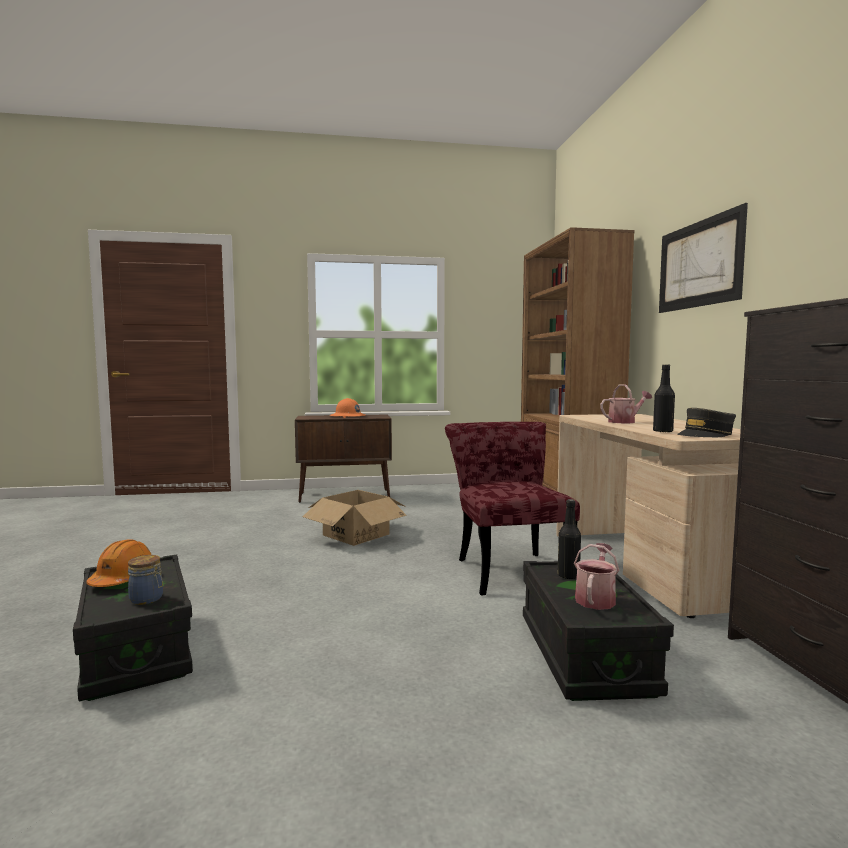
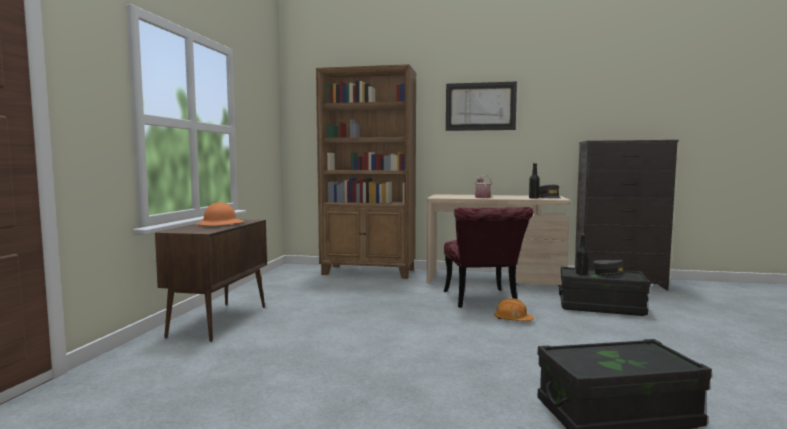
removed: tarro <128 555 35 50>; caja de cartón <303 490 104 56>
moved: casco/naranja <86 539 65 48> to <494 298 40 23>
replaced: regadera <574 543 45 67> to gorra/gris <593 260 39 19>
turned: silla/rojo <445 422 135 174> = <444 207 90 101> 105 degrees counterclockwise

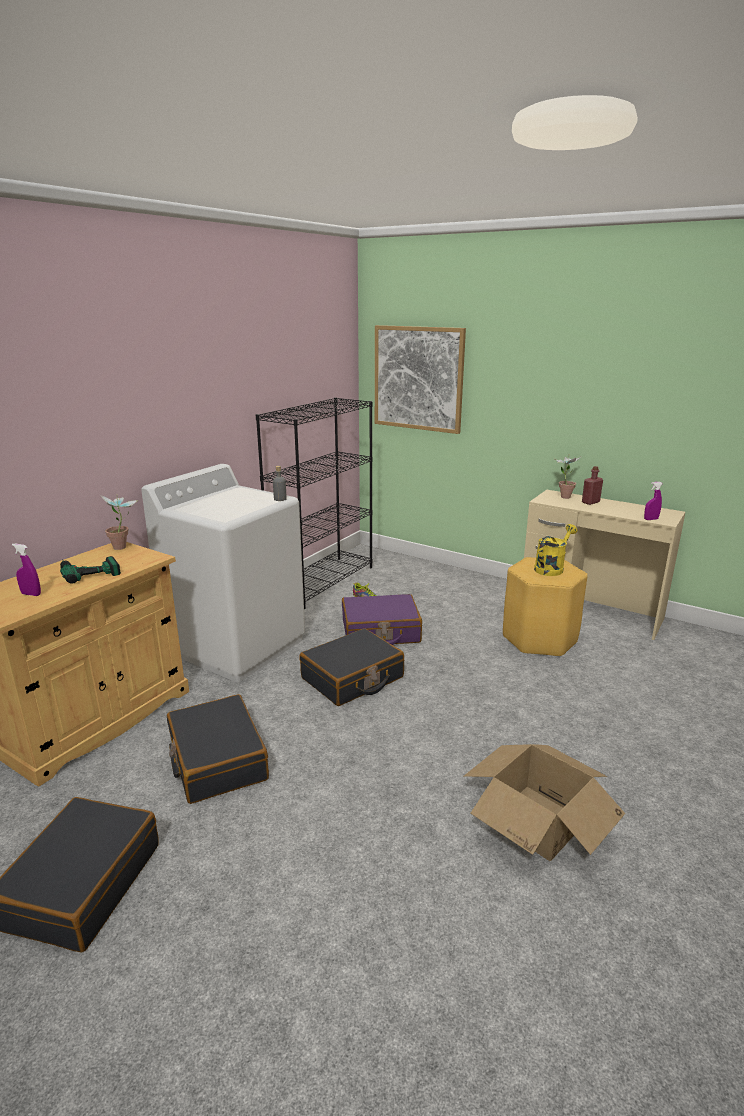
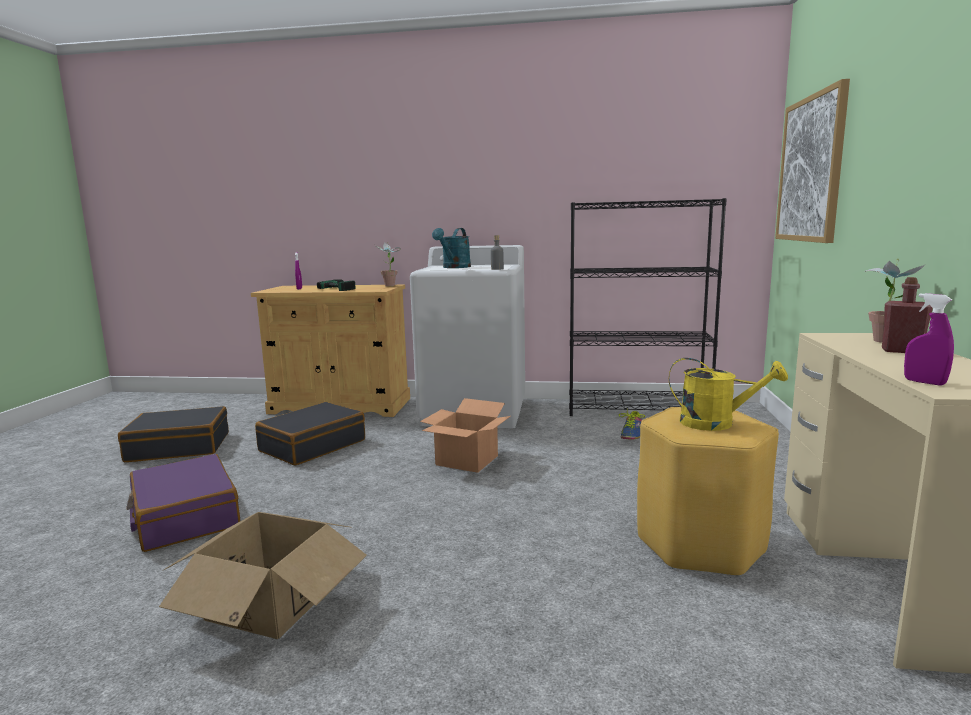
added: regadera/turquesa <432 228 39 40>
moved: maleta/morado <342 594 80 51> to <127 454 113 98>
replaced: maleta/negro <300 628 104 78> to caja de cartón <420 398 91 75>

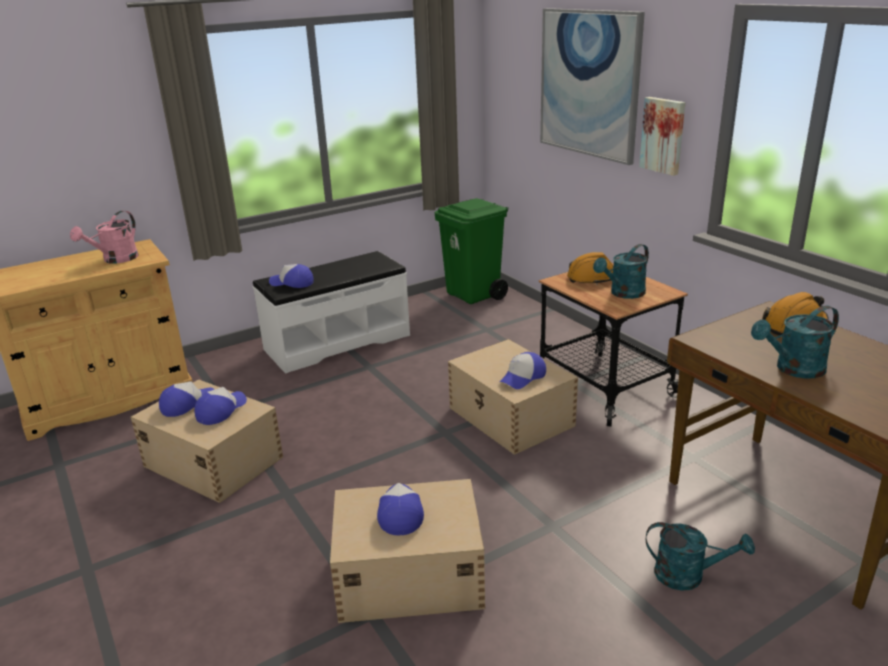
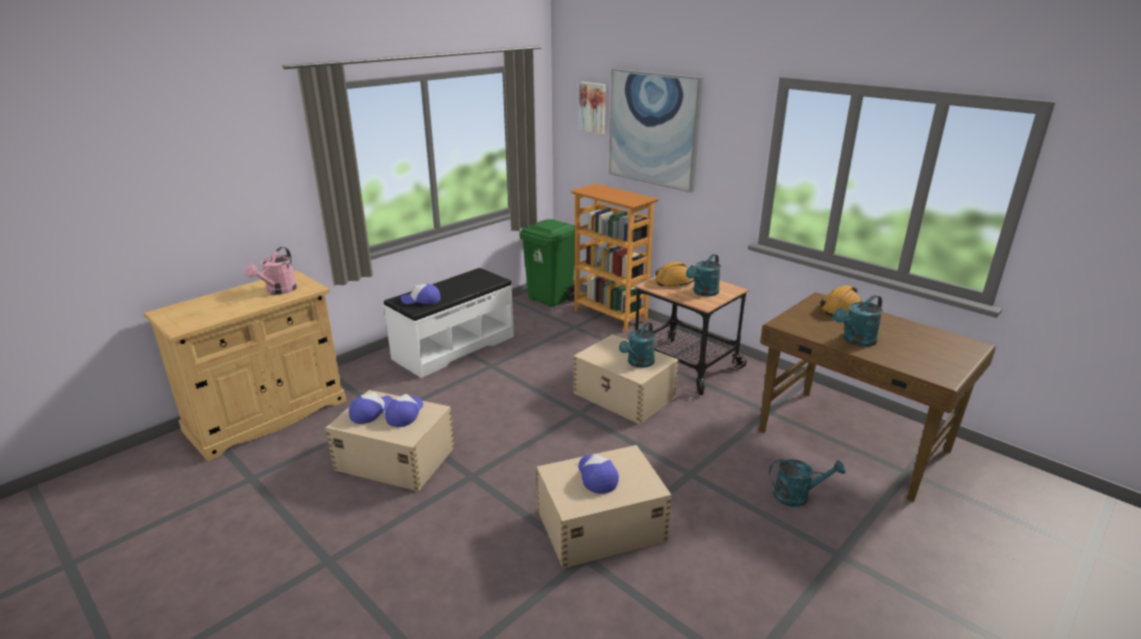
added: estantería <570 184 89 148>
moved: cuadro <639 97 46 79> to <579 82 27 52>
replaced: gorra <499 352 47 37> to regadera/turquesa <619 322 36 46>

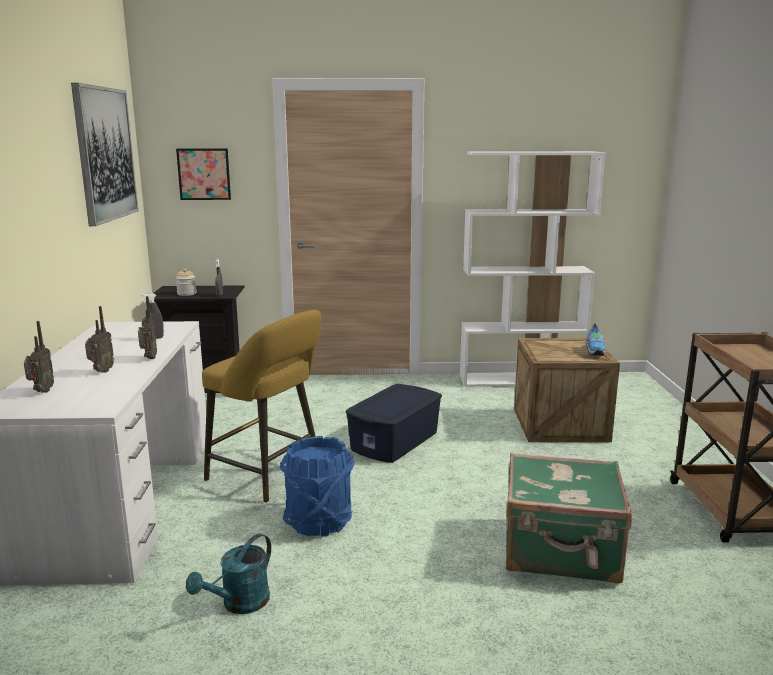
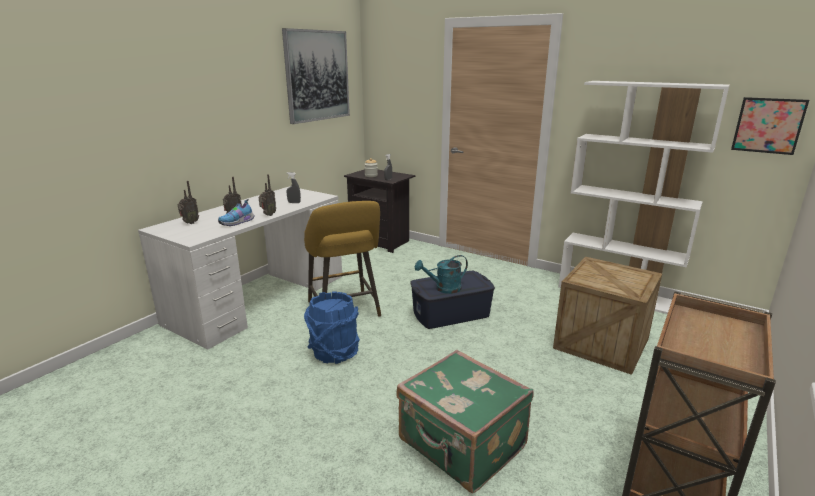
moved: cuadro <176 149 55 51> to <731 97 78 58>; regadera/turquesa <186 533 85 81> to <415 255 53 39>; zapato <586 324 19 32> to <218 199 37 27>

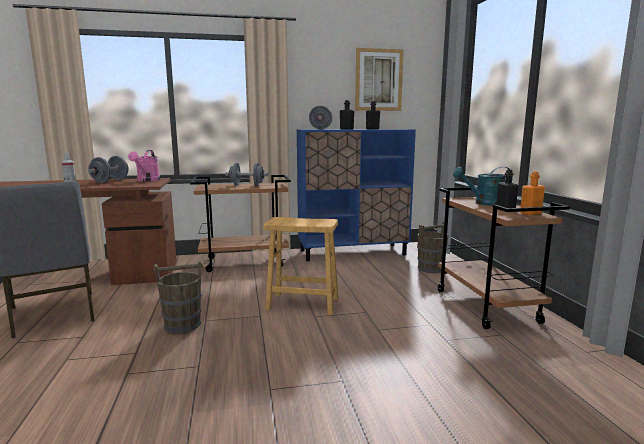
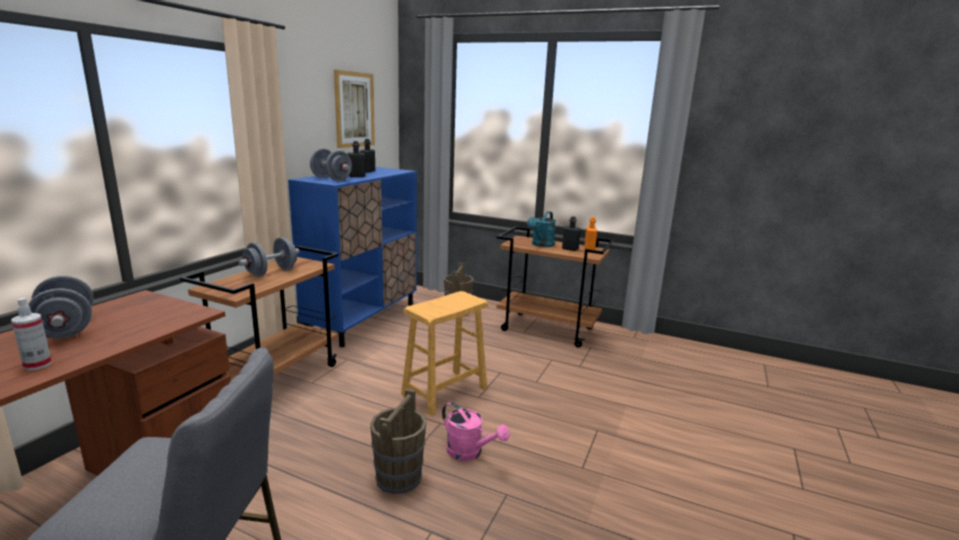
moved: regadera/rosa <128 150 32 32> to <442 402 68 59>

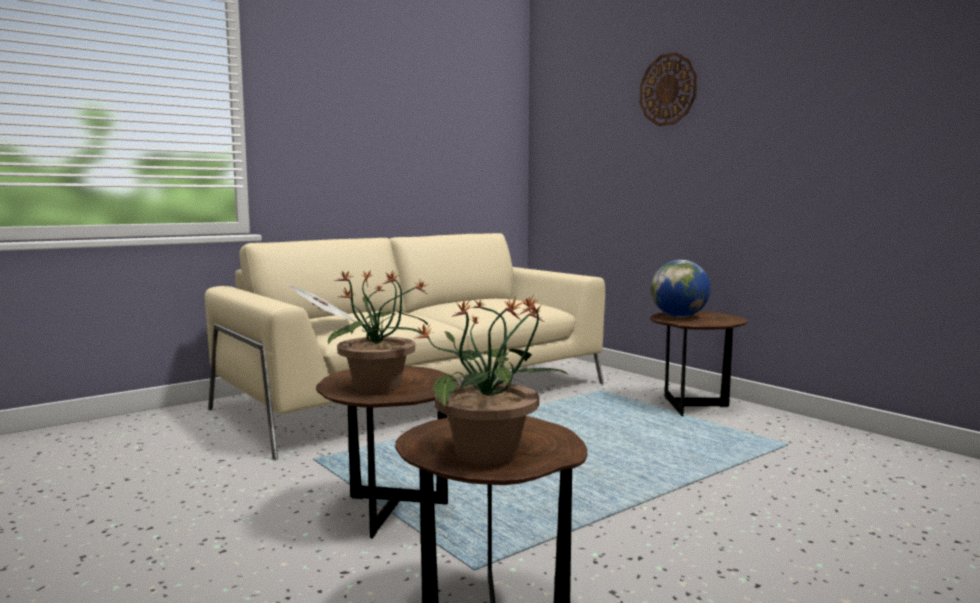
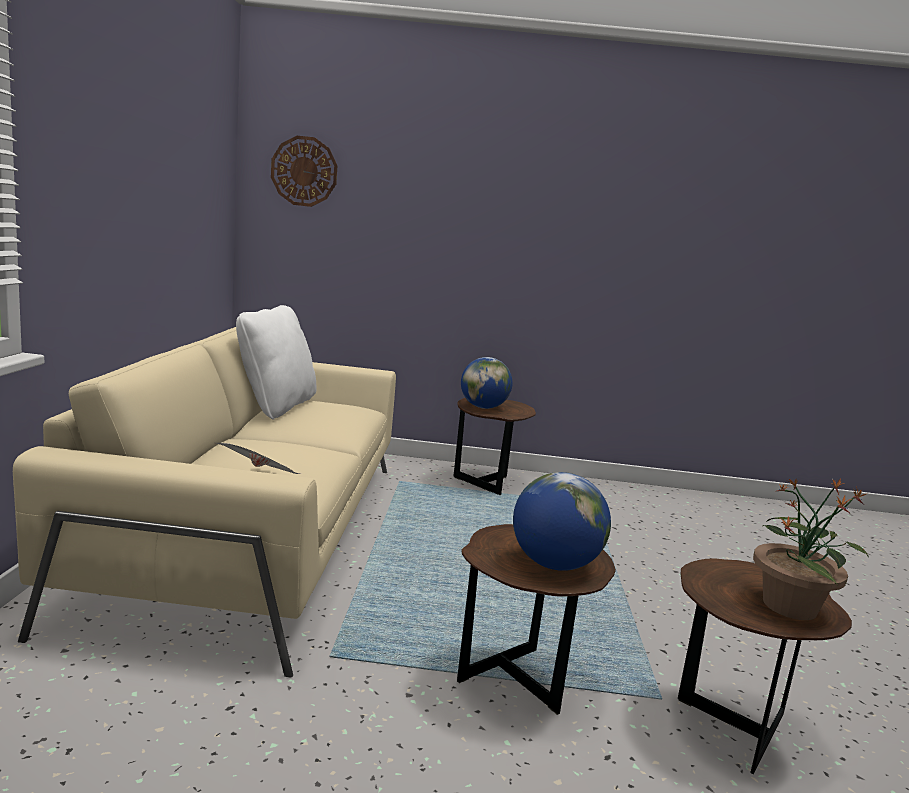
added: cojín/blanco <236 305 80 115>
moved: reloj de pared <639 52 58 74> to <271 136 66 71>
replaced: planta en maceta <328 270 100 123> to globo terráqueo <513 472 98 99>

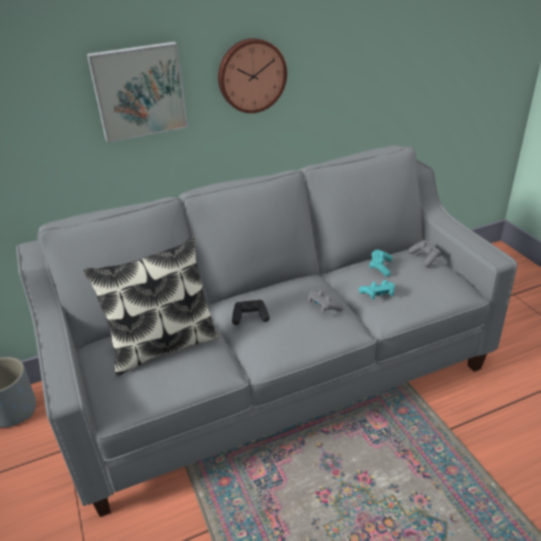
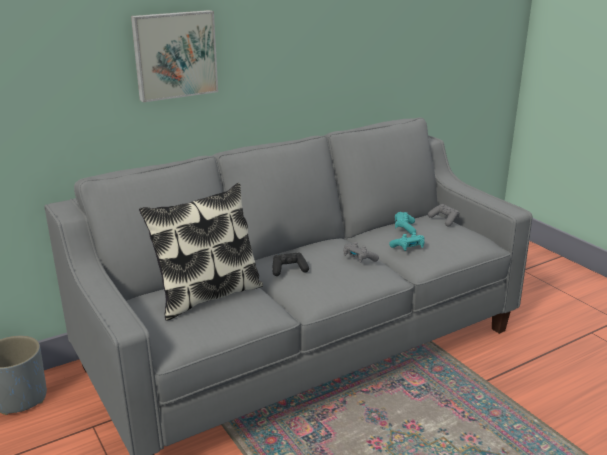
removed: reloj de pared <218 38 69 75>

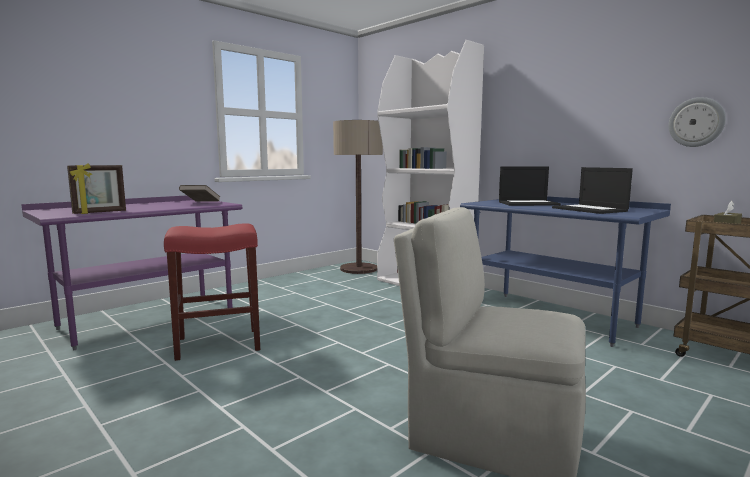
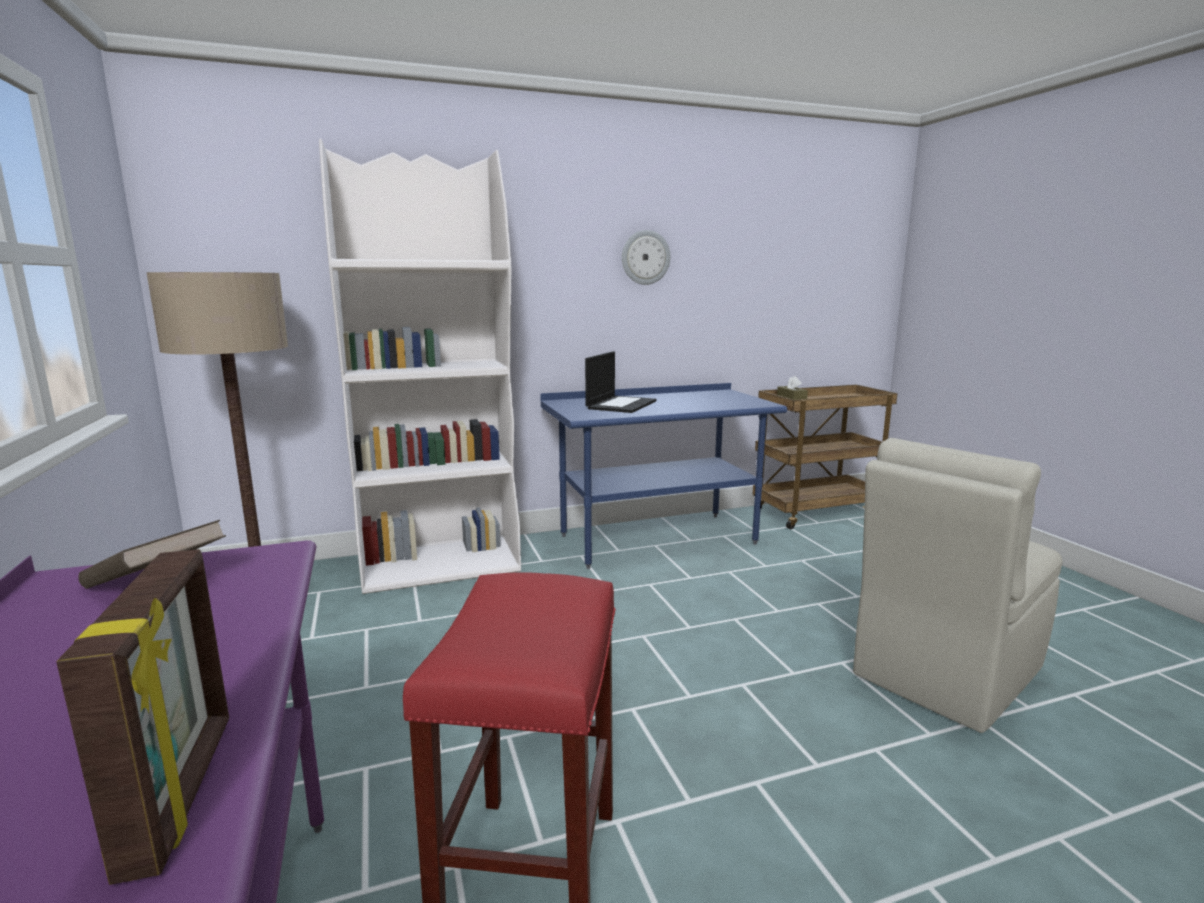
removed: portátil <552 167 81 47>
moved: reloj de pared <668 97 58 50> to <622 230 48 55>

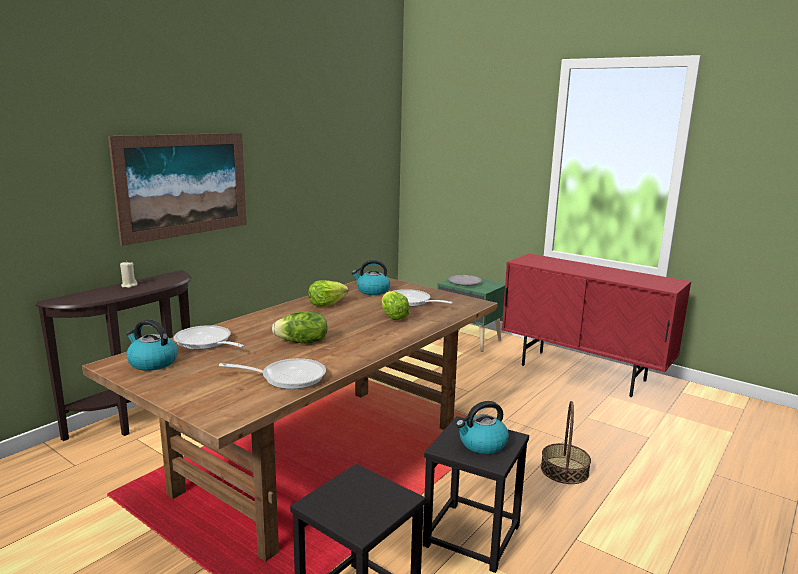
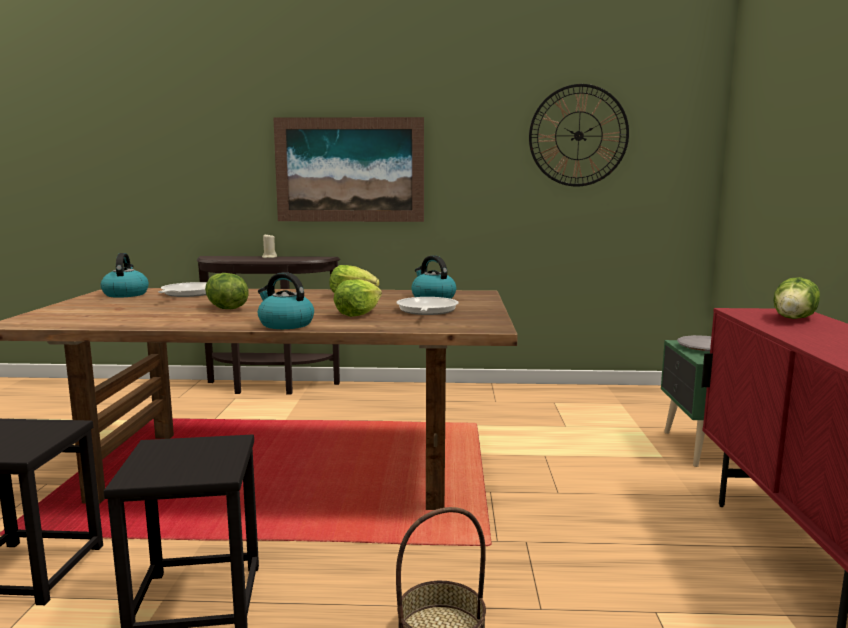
removed: sartén <219 358 107 31>
added: reloj de pared <529 84 100 103>; lechuga <773 277 47 42>
moved: hervidor <456 401 53 53> to <258 272 56 57>

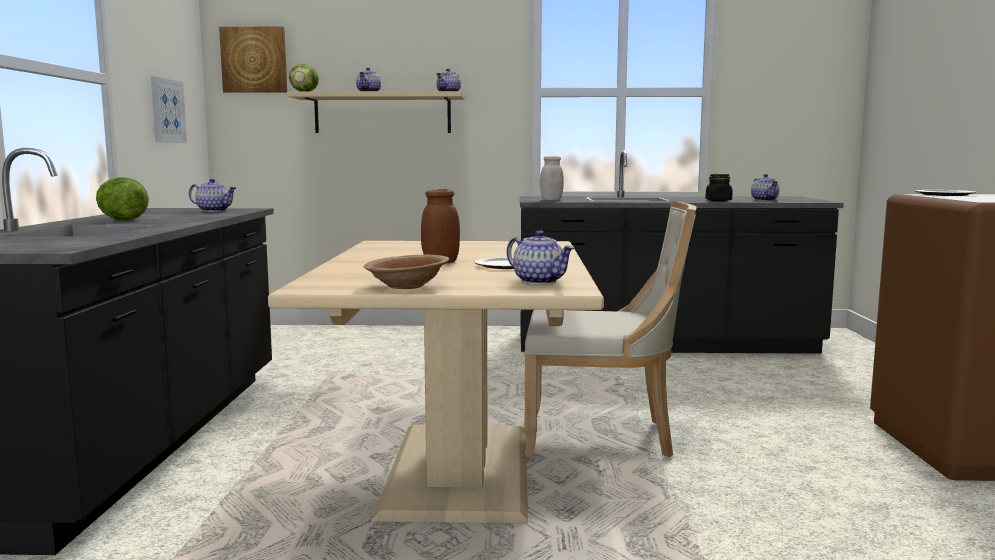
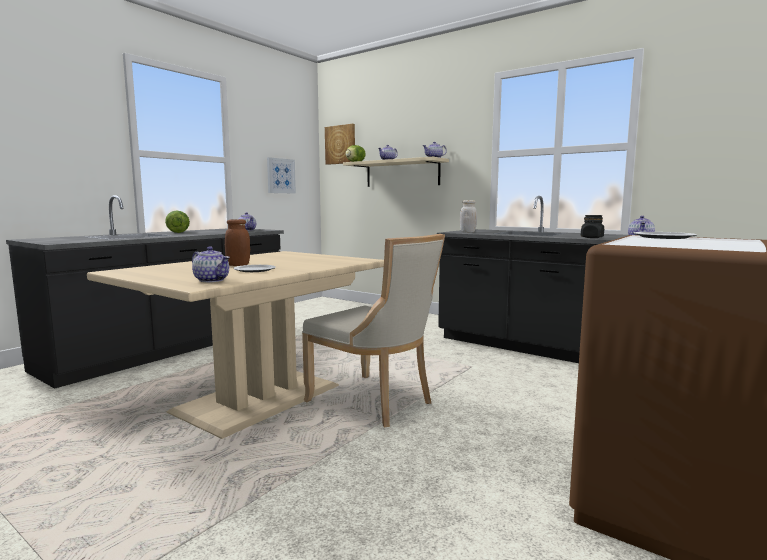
removed: cuenco/marrón <364 255 85 34>
turned: tetera <507 230 67 54> = <192 247 38 35> 45 degrees counterclockwise

